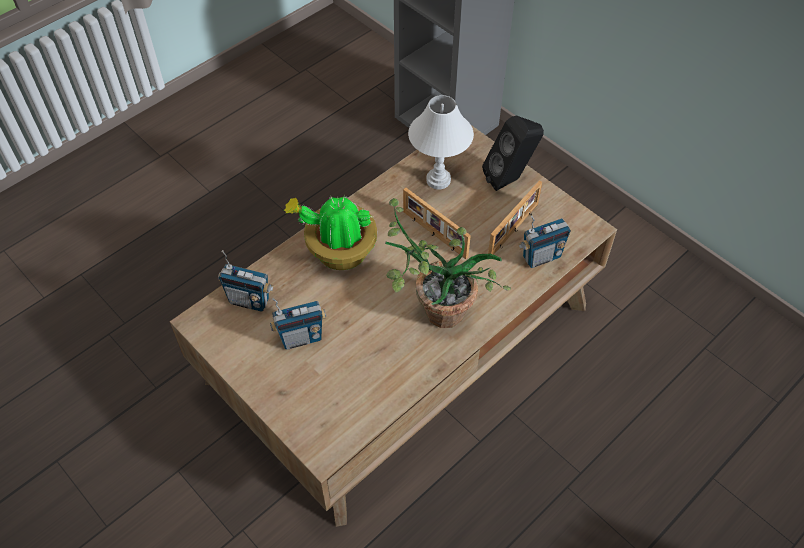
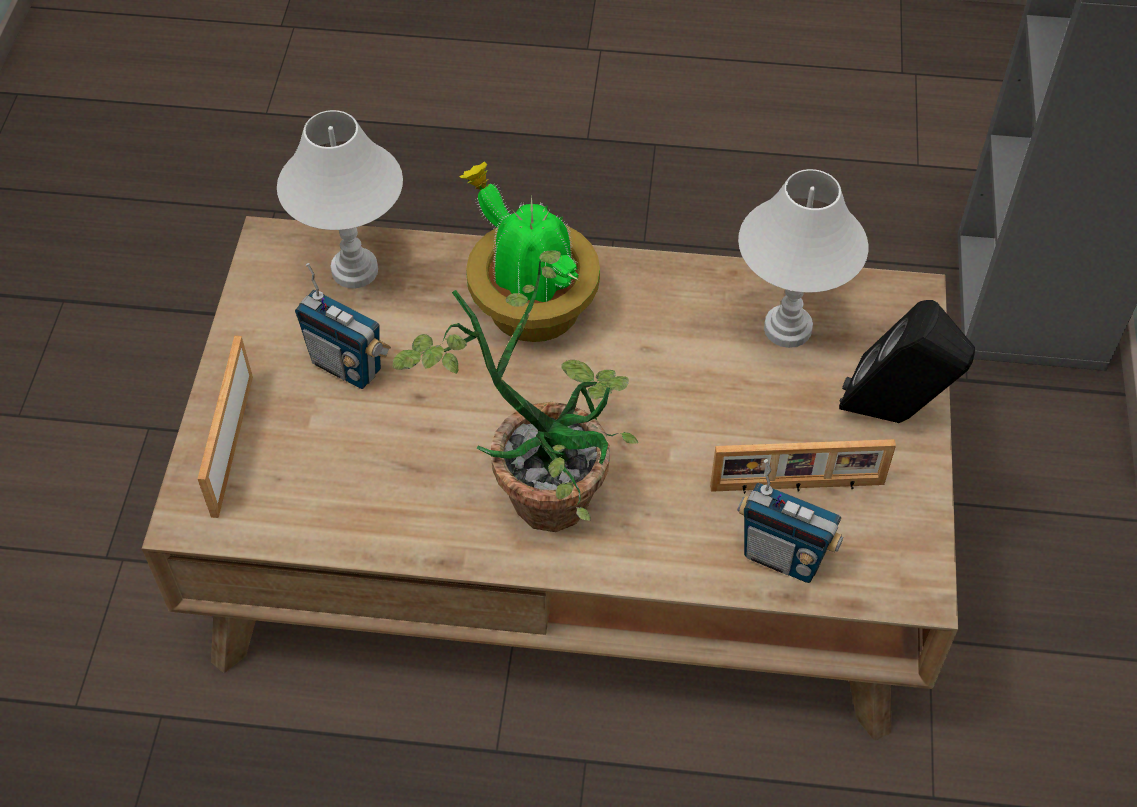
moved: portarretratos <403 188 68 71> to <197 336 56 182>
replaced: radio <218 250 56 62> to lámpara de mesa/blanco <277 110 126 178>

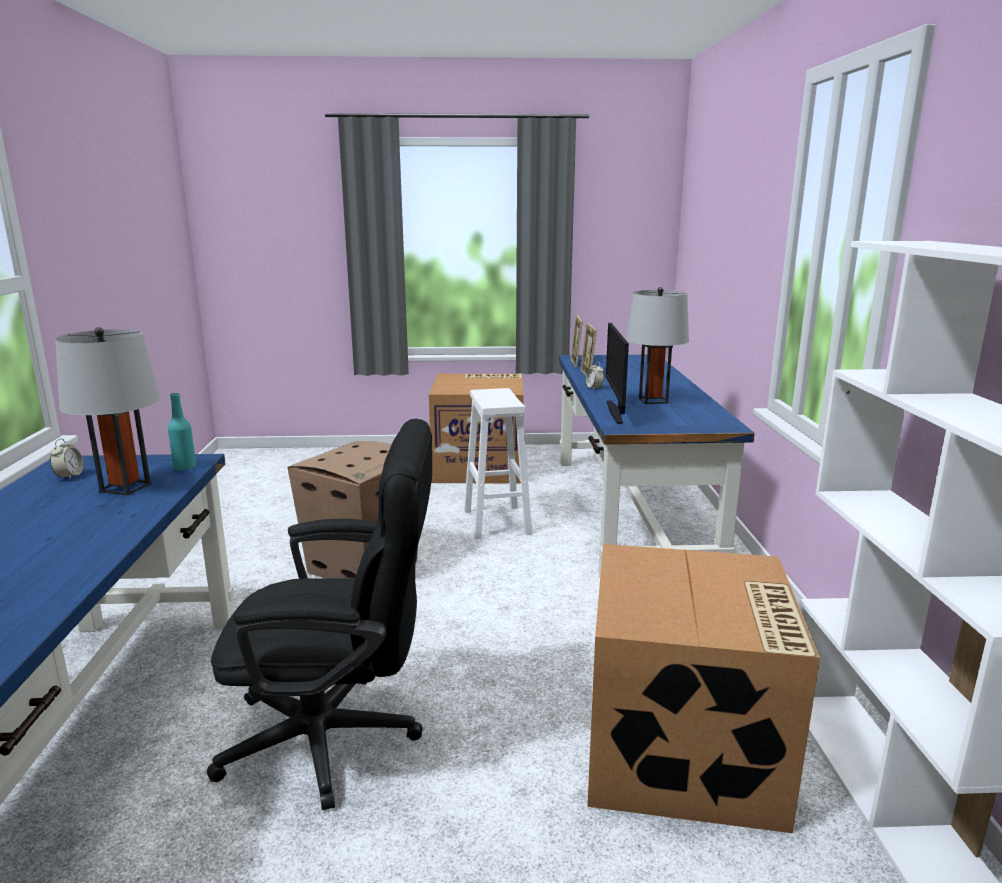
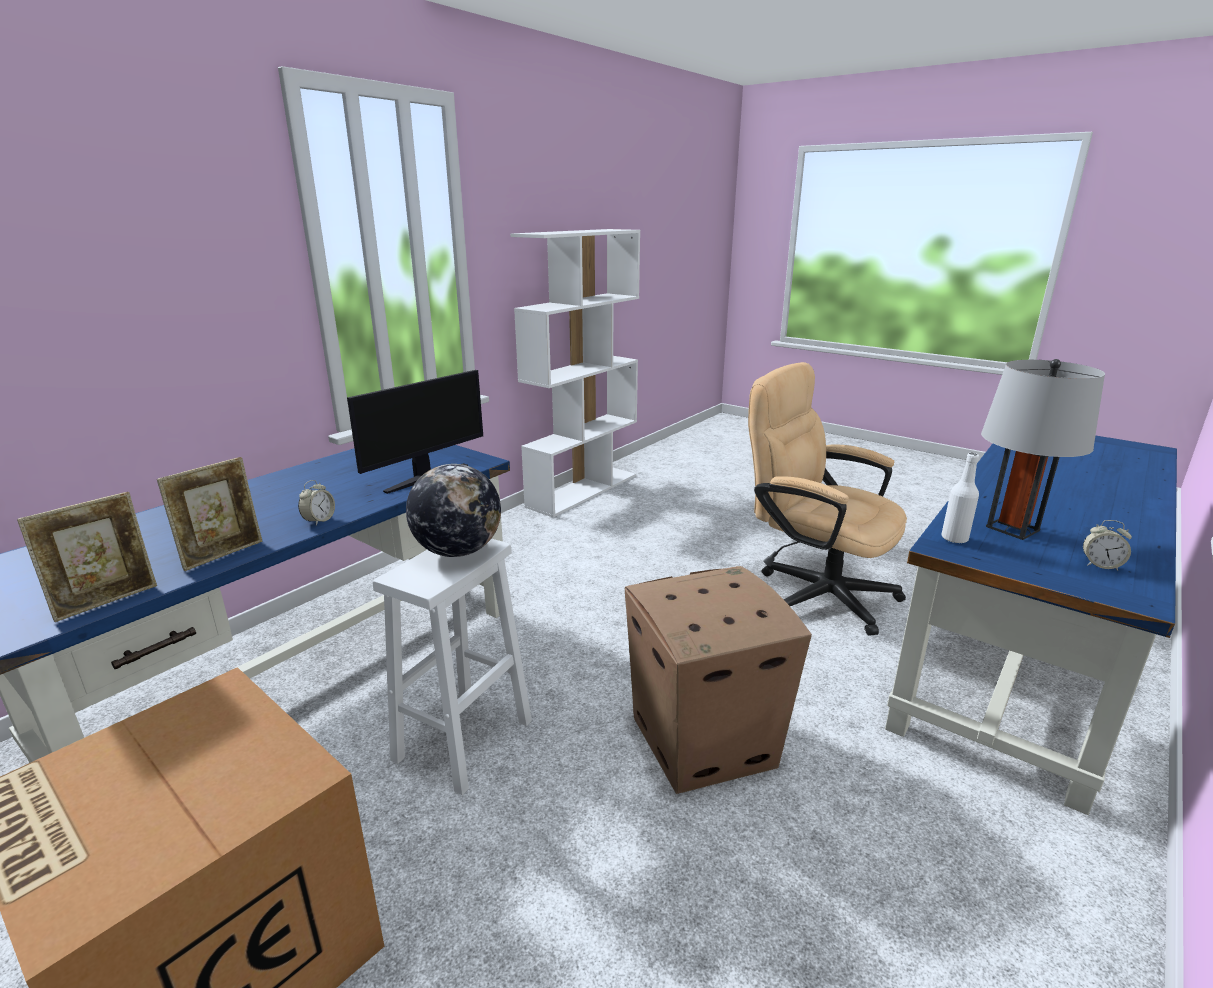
removed: caja de cartón <587 544 233 289>; lámpara de mesa/gris <626 287 63 117>
added: globo terráqueo <406 464 95 93>
recoloured: botella/turquesa <168 393 28 78> to botella/blanco <941 453 38 90>; silla de oficina/negro <207 419 225 391> to silla de oficina/beis <748 362 159 274>
turned: despertador <50 438 34 42> = <1083 520 49 51> 105 degrees counterclockwise

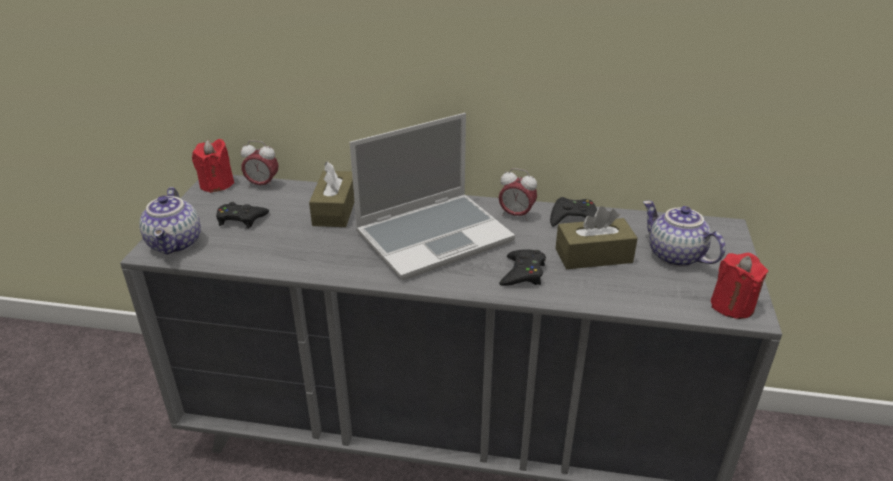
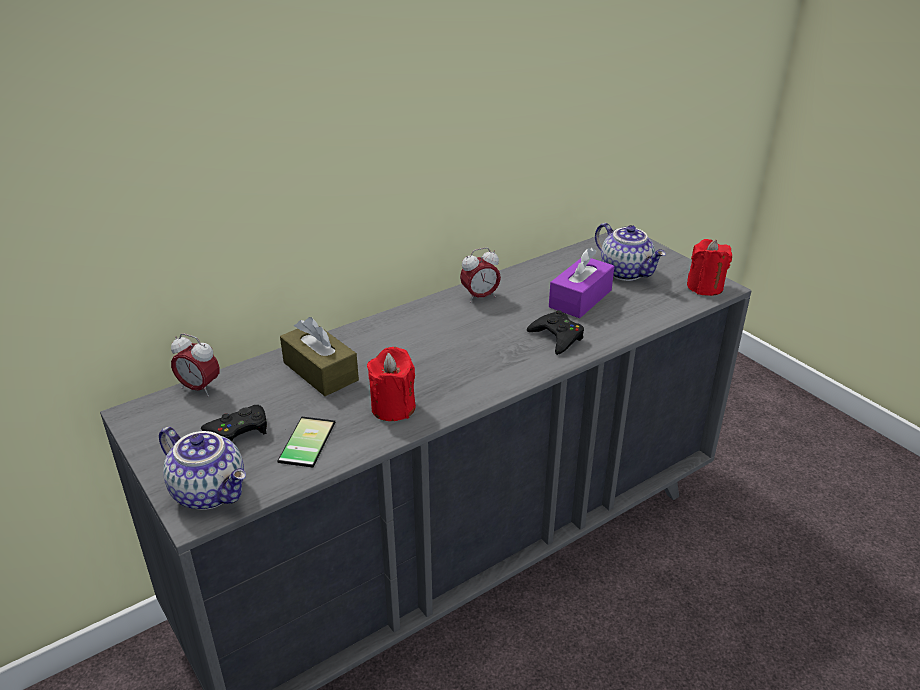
removed: portátil <350 113 165 167>; mando de consola/negro <550 197 47 30>
added: móvil <277 417 58 50>
moved: vela/rojo <192 139 42 54> to <367 347 49 74>
recoloured: caja de pañuelos/marrón <555 206 83 63> to caja de pañuelos/morado <549 248 65 70>
turned: despertador <241 140 38 49> = <171 333 49 64> 60 degrees clockwise; tetera <643 201 82 66> = <595 223 71 58> 135 degrees counterclockwise

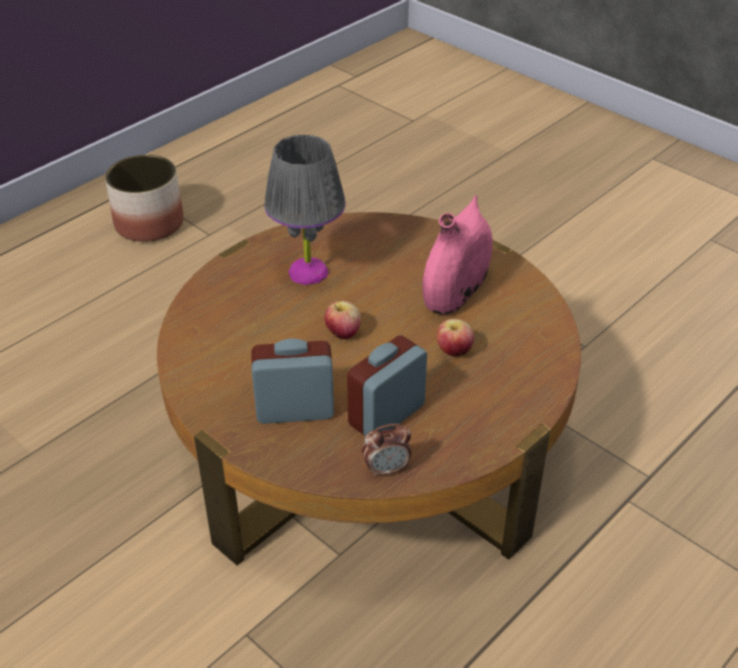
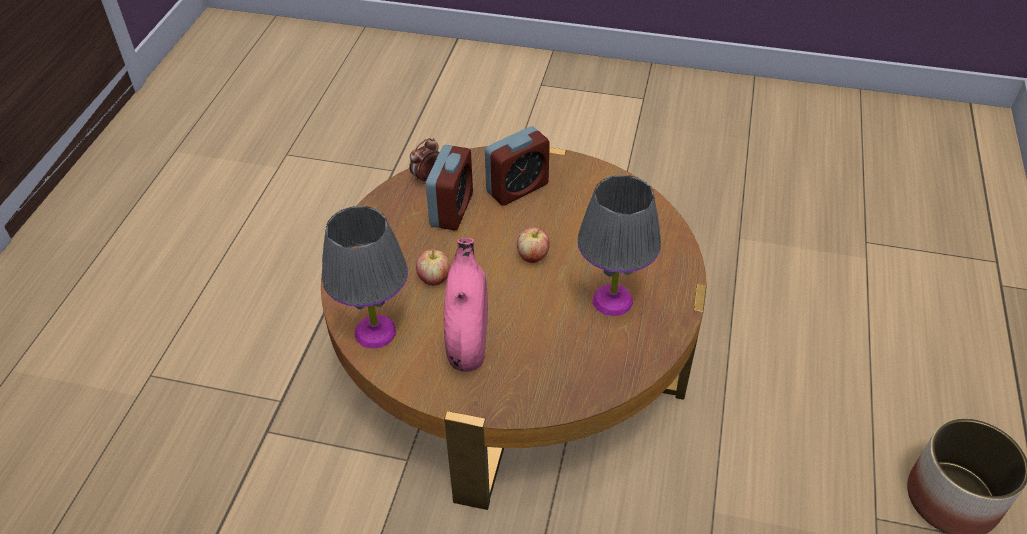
added: lámpara de mesa/gris <322 206 86 143>

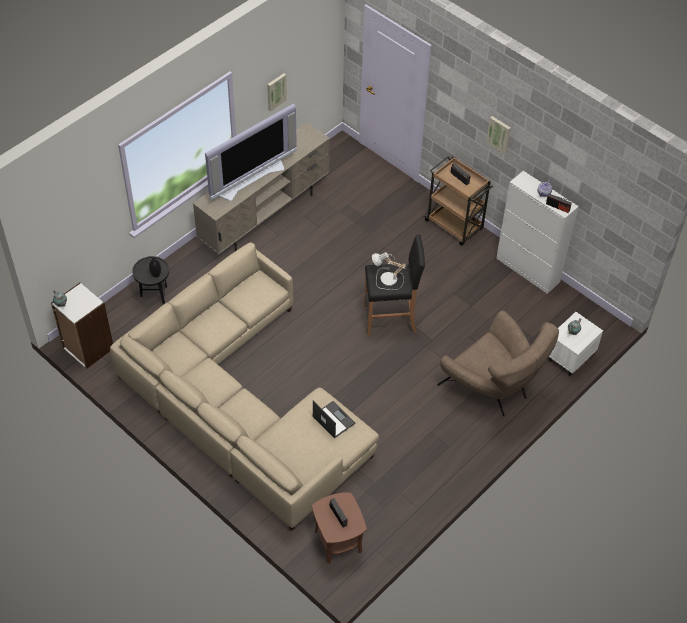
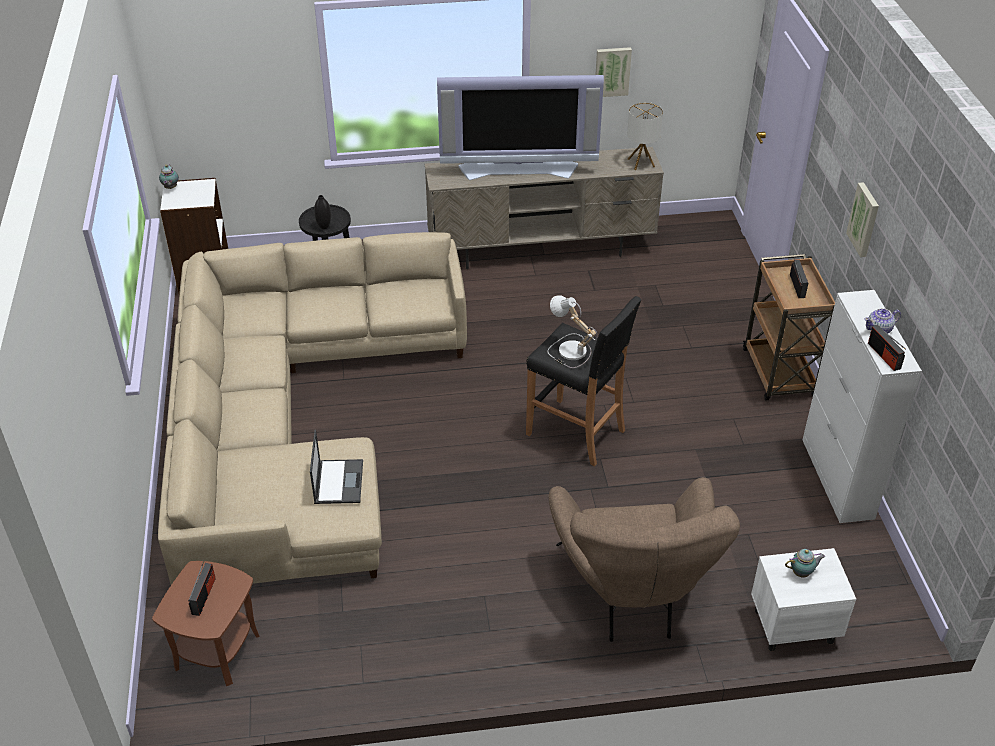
added: lámpara de mesa <627 102 36 68>

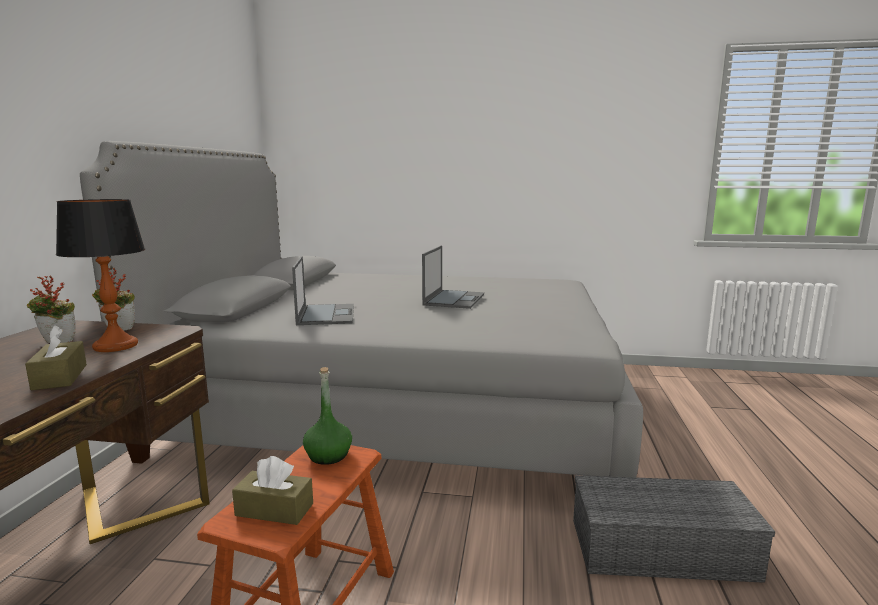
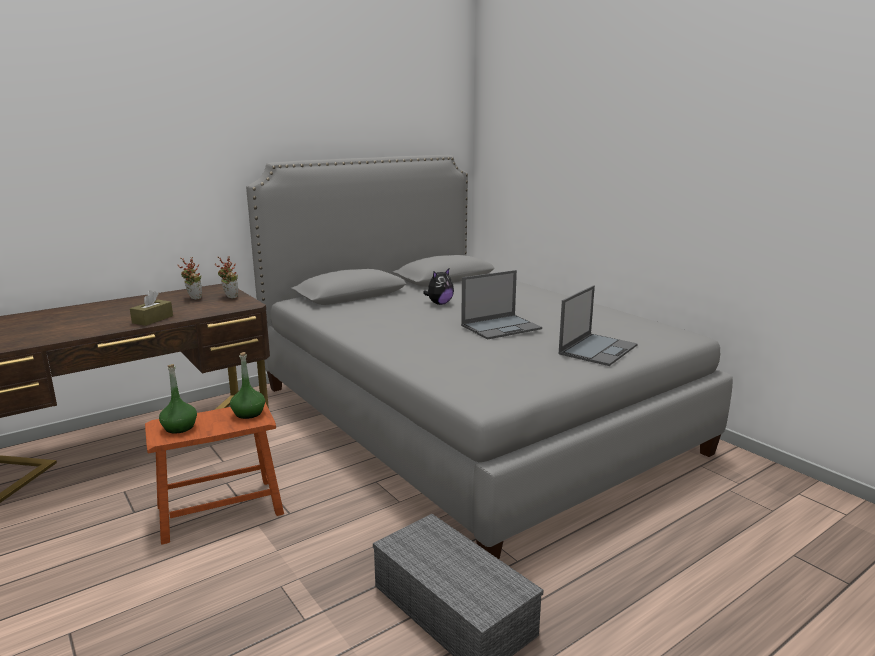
removed: lámpara de mesa <56 199 89 153>
added: peluche <423 269 31 36>
moved: portátil <292 256 62 69> to <558 285 80 81>
replaced: caja de pañuelos/marrón <232 456 81 69> to botella/verde <159 364 38 69>

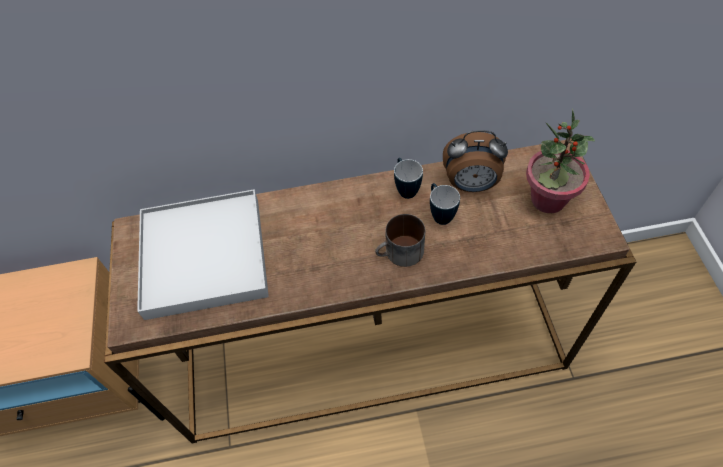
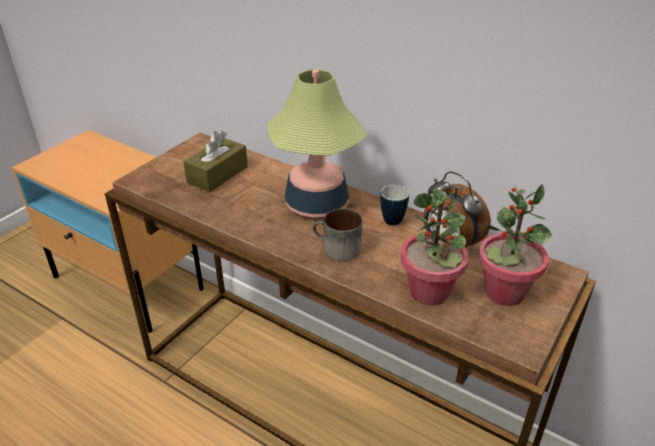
removed: taza grande <430 183 30 42>
added: lámpara de mesa <267 69 100 148>; planta en maceta <401 188 67 118>
replaced: bandeja/blanco <137 189 132 131> to caja de pañuelos/marrón <183 130 65 63>

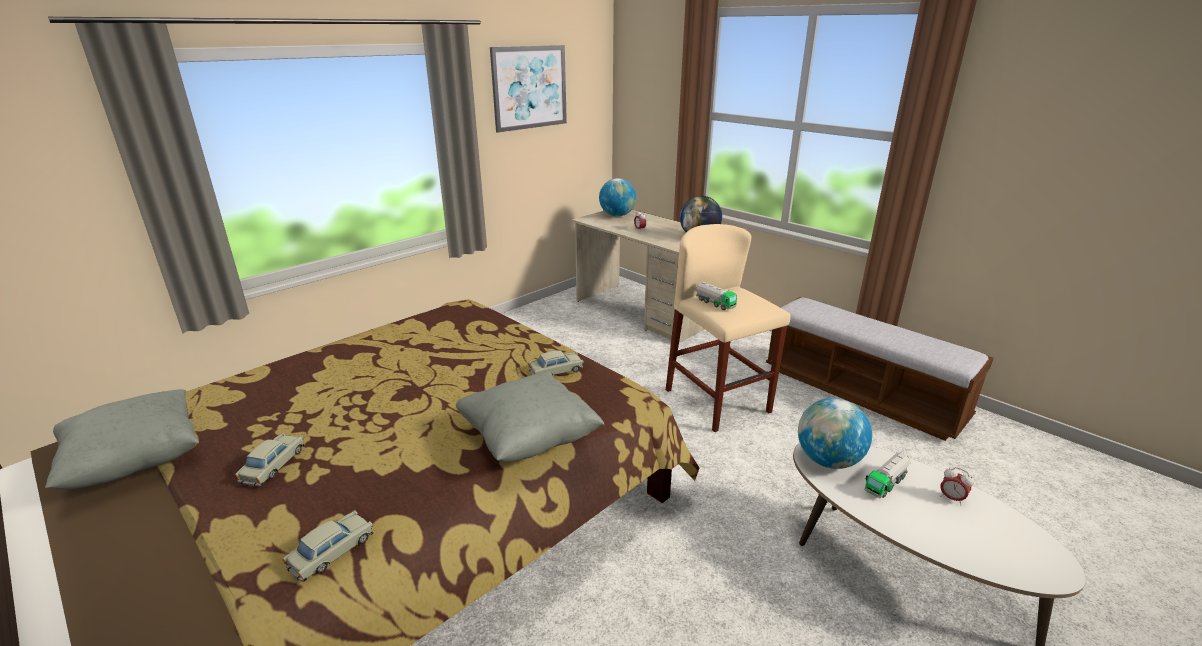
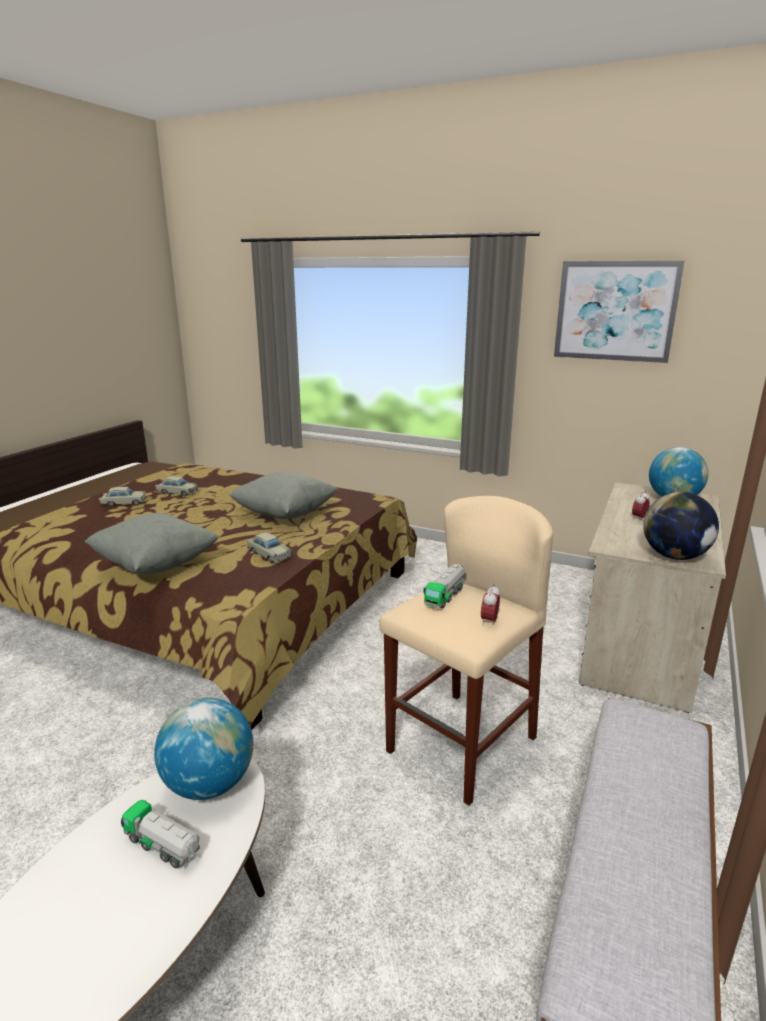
moved: cojín/gris <45 389 154 100> to <229 471 109 48>; coche de juguete/beis <282 510 91 72> to <155 476 43 20>; despertador <940 467 34 38> to <481 584 19 41>

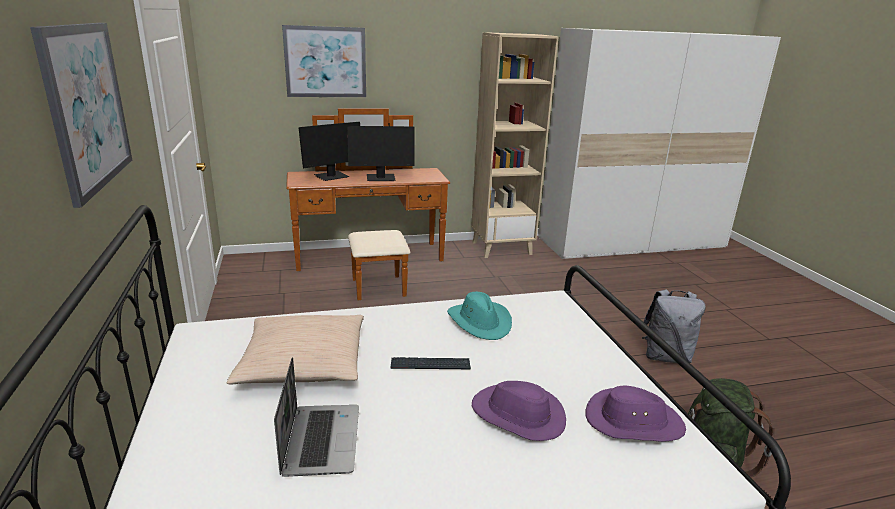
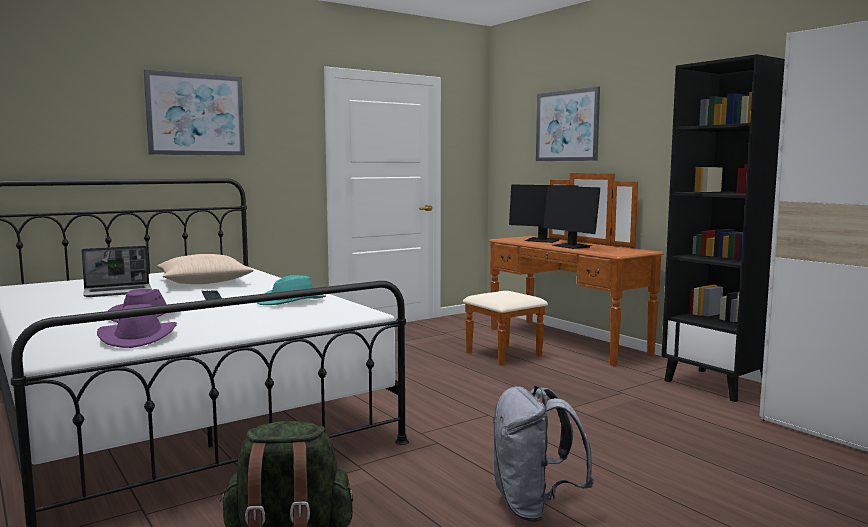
recoloured: estantería/beis <471 32 88 226> to estantería/negro <661 54 124 348>

